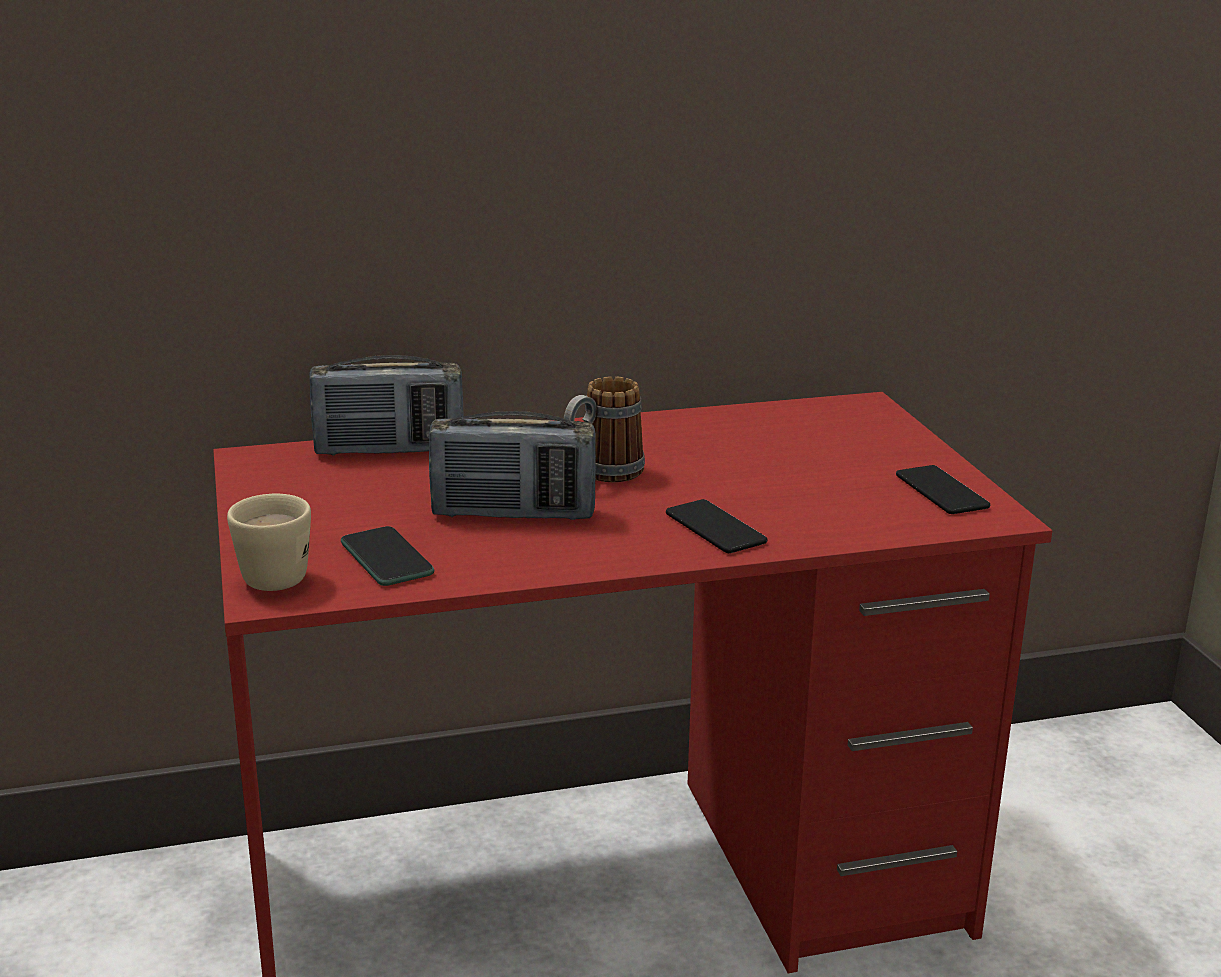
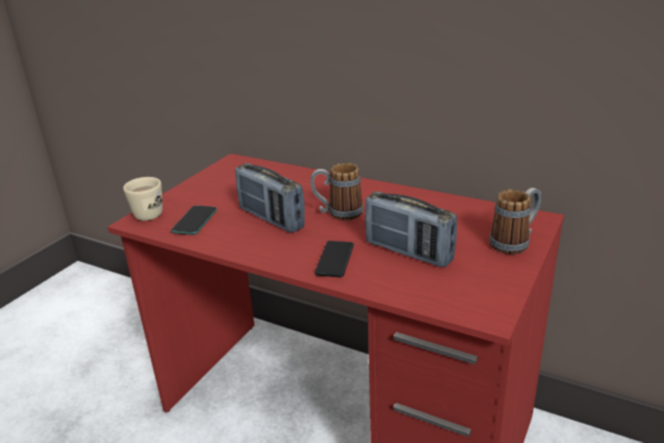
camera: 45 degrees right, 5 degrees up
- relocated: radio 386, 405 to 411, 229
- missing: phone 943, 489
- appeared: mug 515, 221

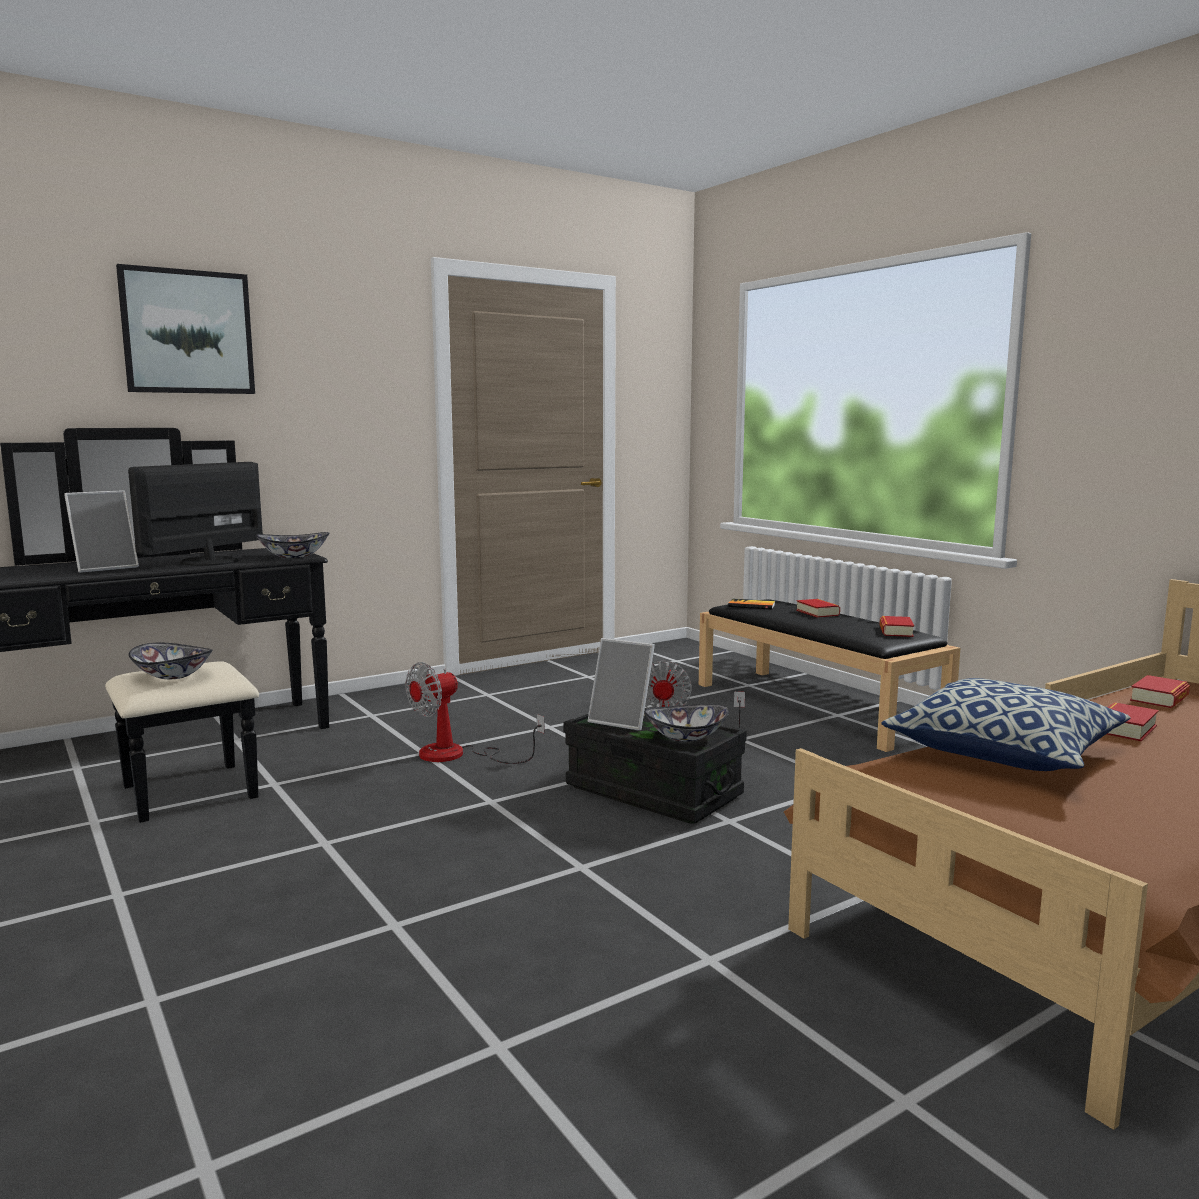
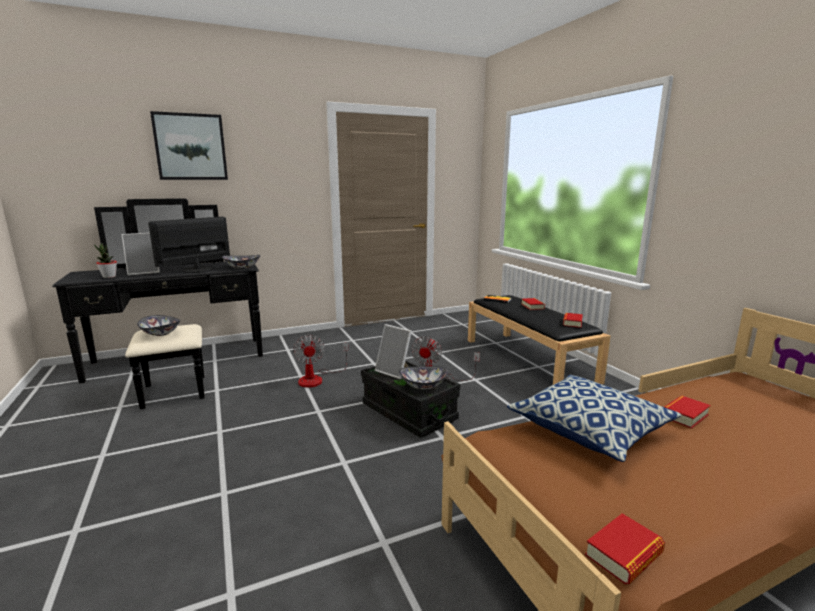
camera: 10 degrees right, 5 degrees up
- spun: fan 475, 713 = 320, 361 75 degrees counterclockwise
- relocated: book 1160, 691 to 625, 549
- appeared: potted plant 105, 260

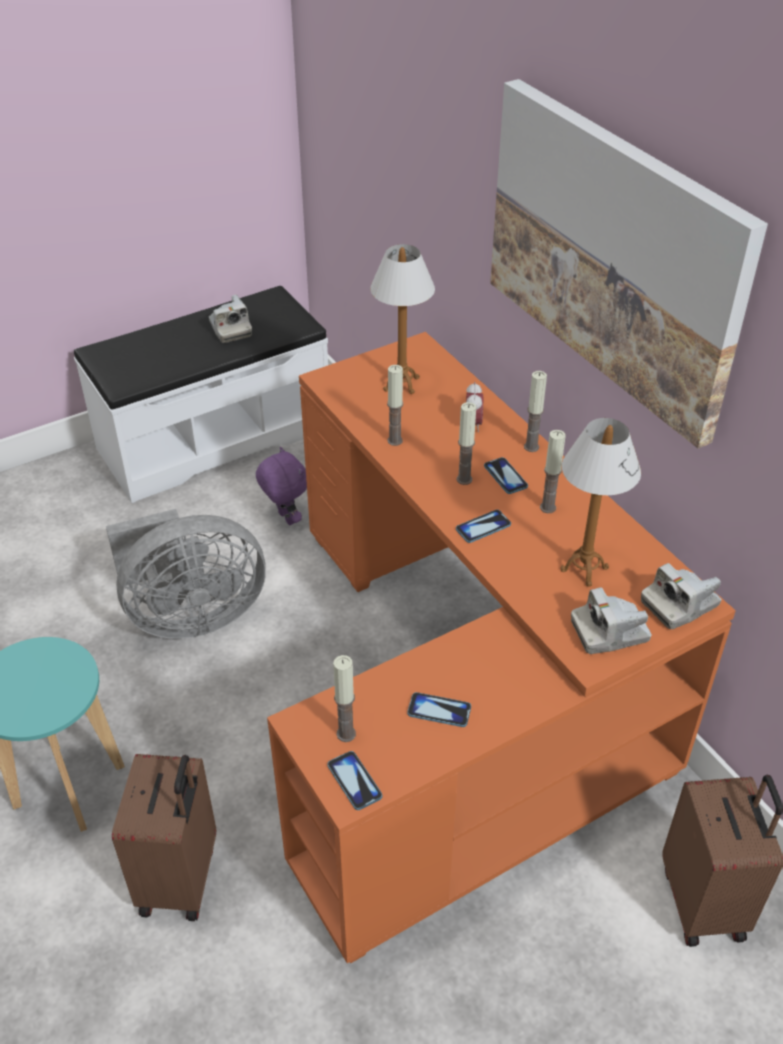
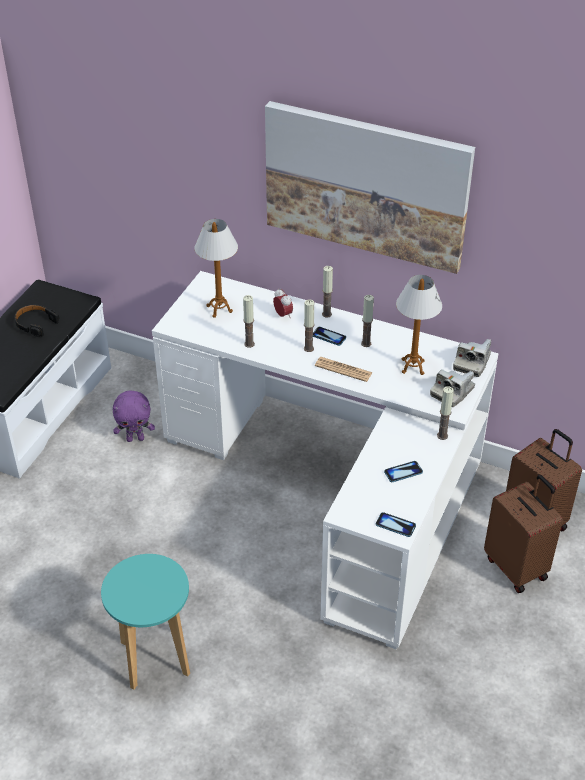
camera: 35 degrees left, 0 degrees up
- missing: fan (grey) 186, 574
- relocated: suitcase (brown) 164, 837 to 523, 534
- exchanged: photo camera 230, 319 to headphones (black) 37, 321
- spun: plush toy (purple) 281, 486 = 134, 416 150 degrees clockwise
- colour: desk (orange) 501, 647 to desk (white) 325, 460
- relocated: candle 344, 698 to 445, 413
- exchanged: phone 483, 526 to newspaper 344, 369

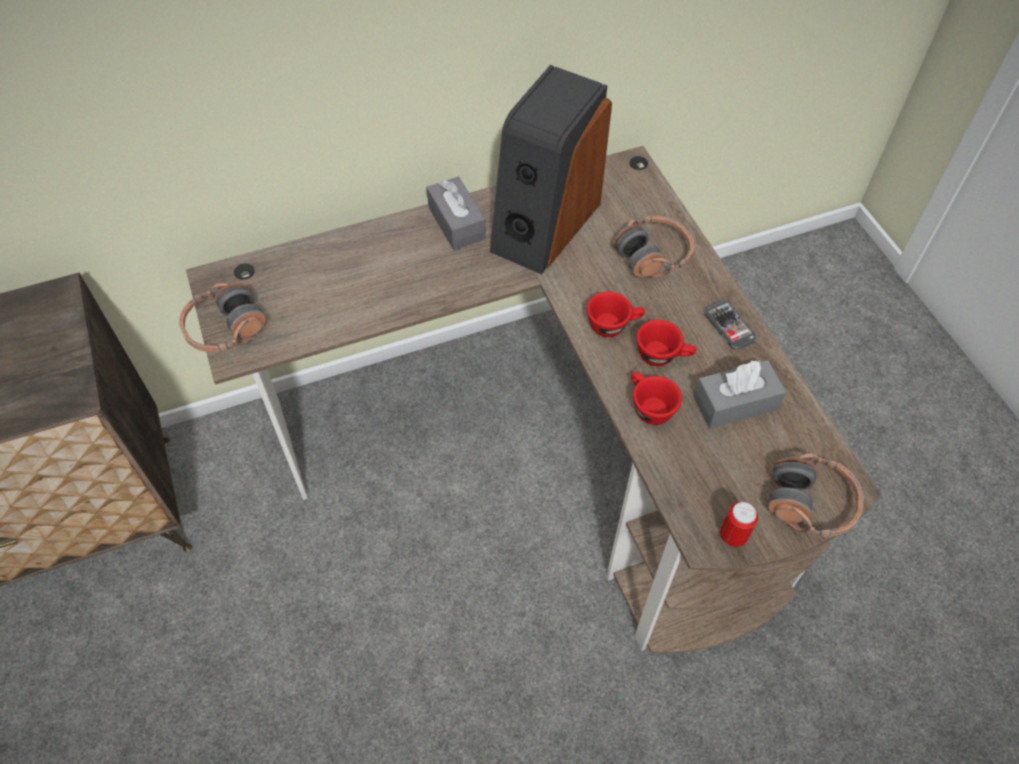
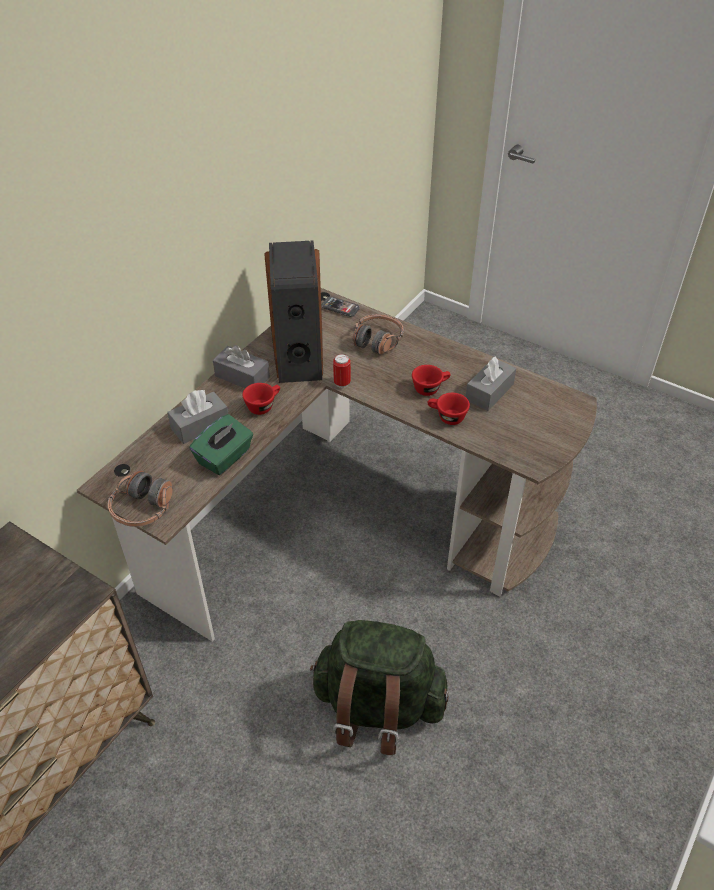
camera: 35 degrees left, 10 degrees down
- relocated: cup (red) 616, 314 to 261, 399
- relocated: phone 730, 325 to 340, 307
- relocated: can 739, 524 to 342, 371
- missing: headphones 816, 495
- appeared: tissue box (grey) 197, 417
- appeared: tissue box (green) 221, 444
- appeared: backpack (green) 379, 687

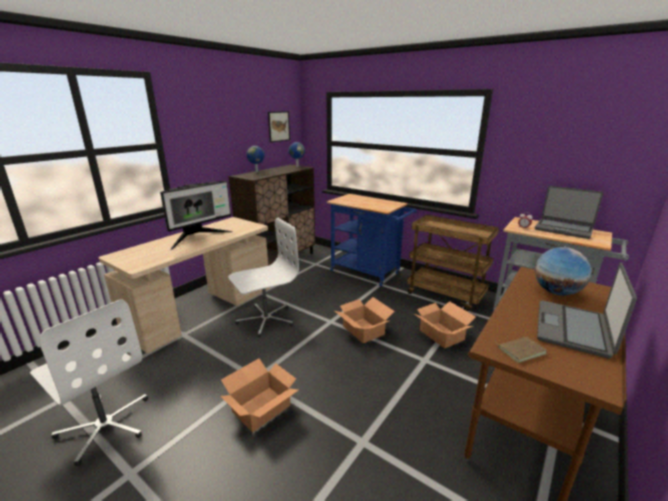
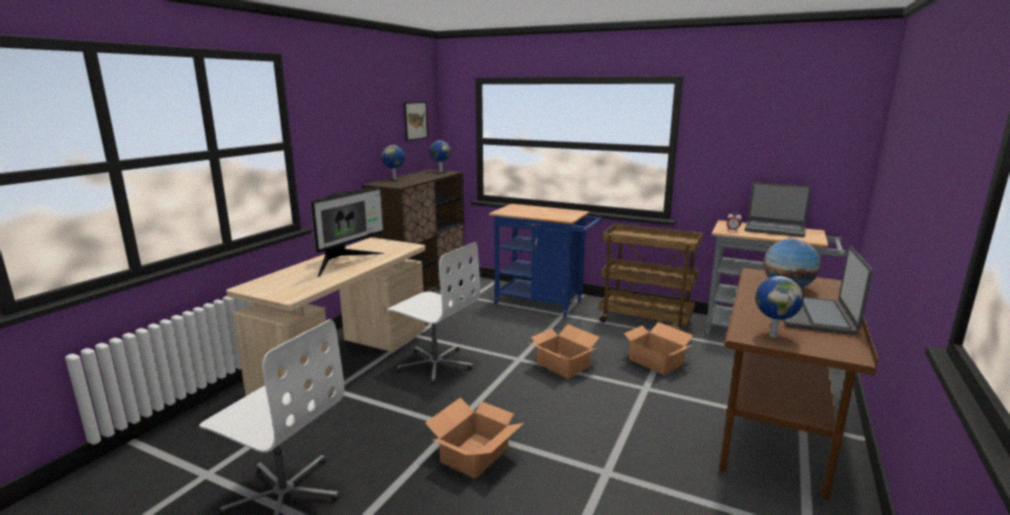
camera: 10 degrees left, 5 degrees down
- spun: office chair (white) 263, 277 = 434, 313 75 degrees clockwise
- exchanged: book (brown) 520, 350 to globe 779, 307

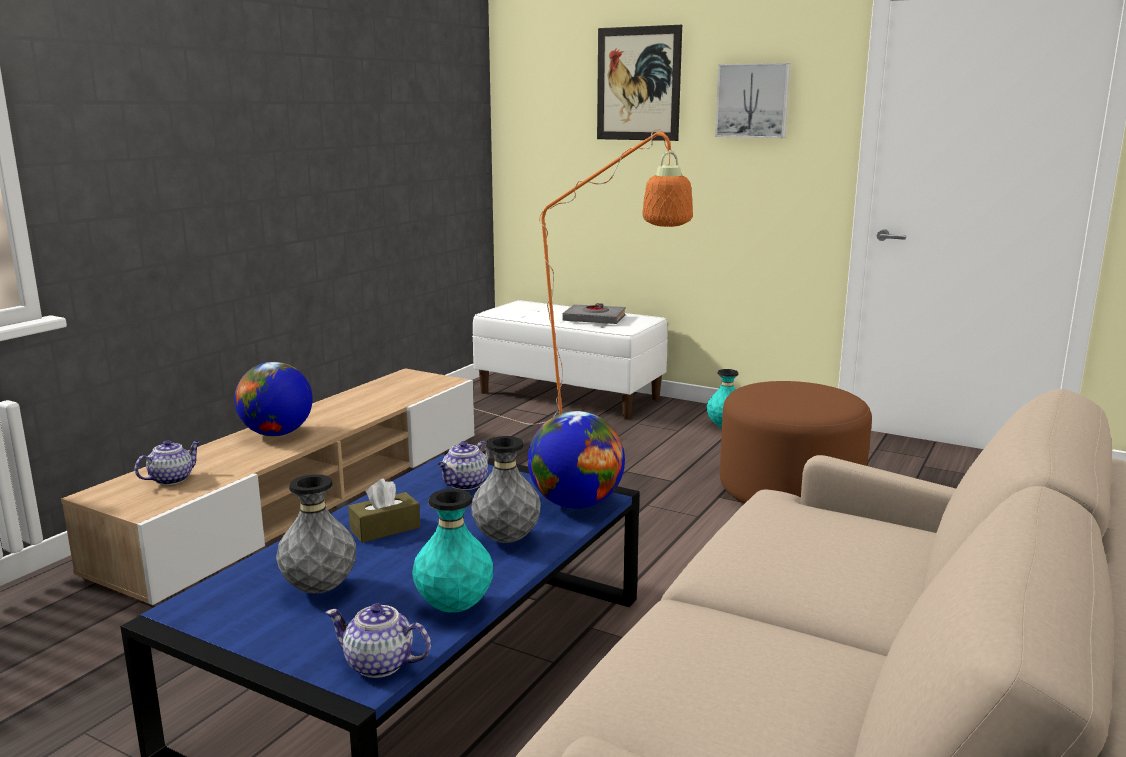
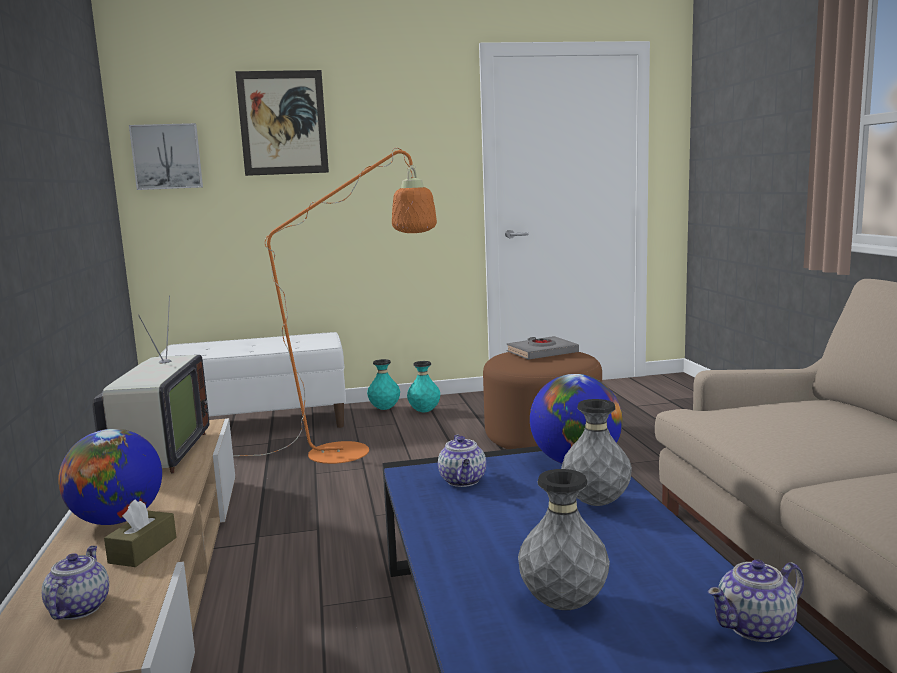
camera: 40 degrees left, 5 degrees down
- relocated: tissue box (brown) 384, 510 to 140, 533
- relocated: vase (turquoise) 452, 551 to 383, 384
- relocated: book (grey) 594, 313 to 543, 348
- relocated: picture 752, 100 to 166, 156
- appeared: television 150, 384

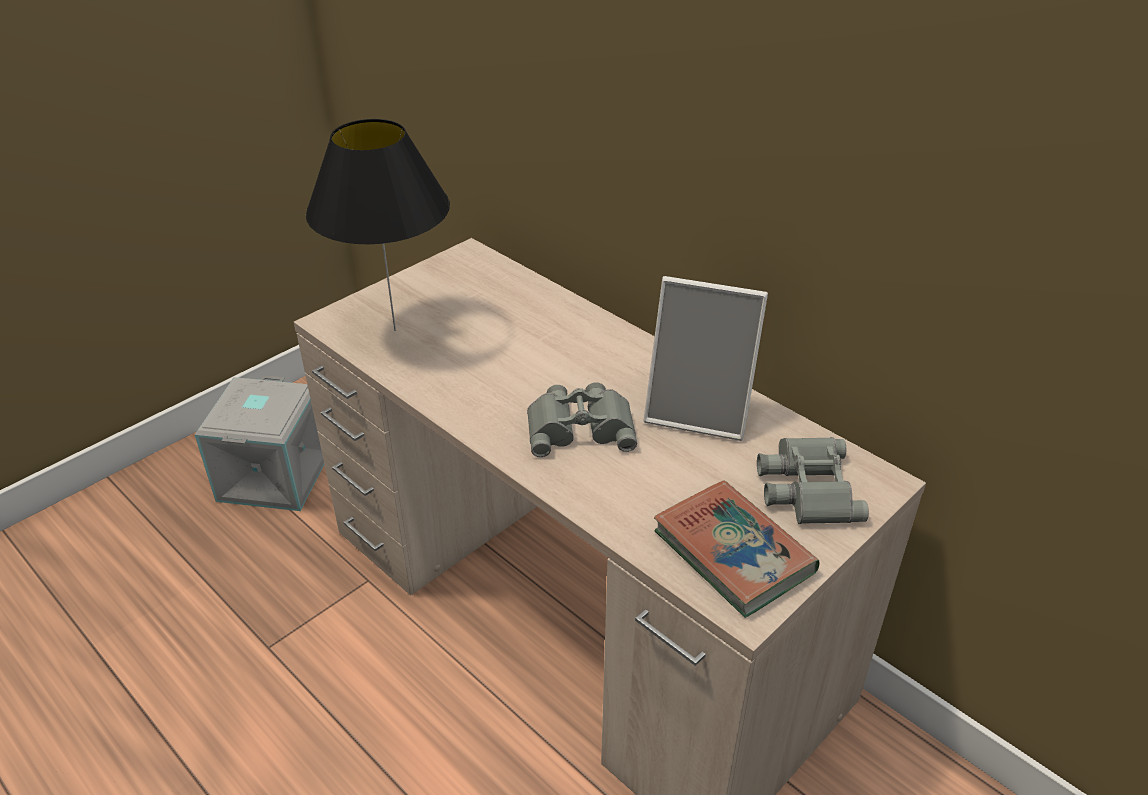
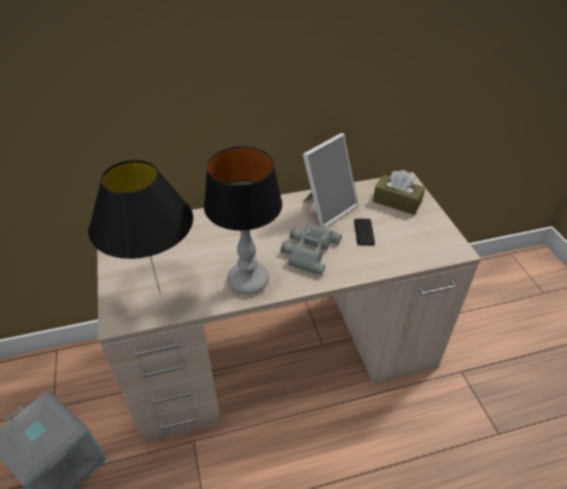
camera: 60 degrees left, 5 degrees up
- missing: book 736, 549
- exchanged: binoculars (grey) 813, 480 to tissue box (brown) 399, 192
- appeared: table lamp 243, 220
- appeared: phone 364, 232

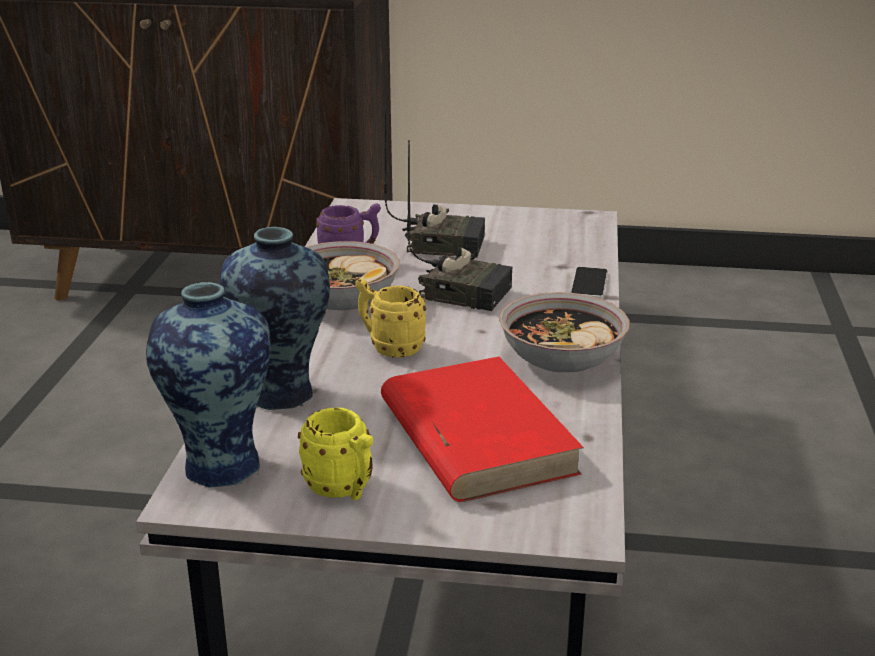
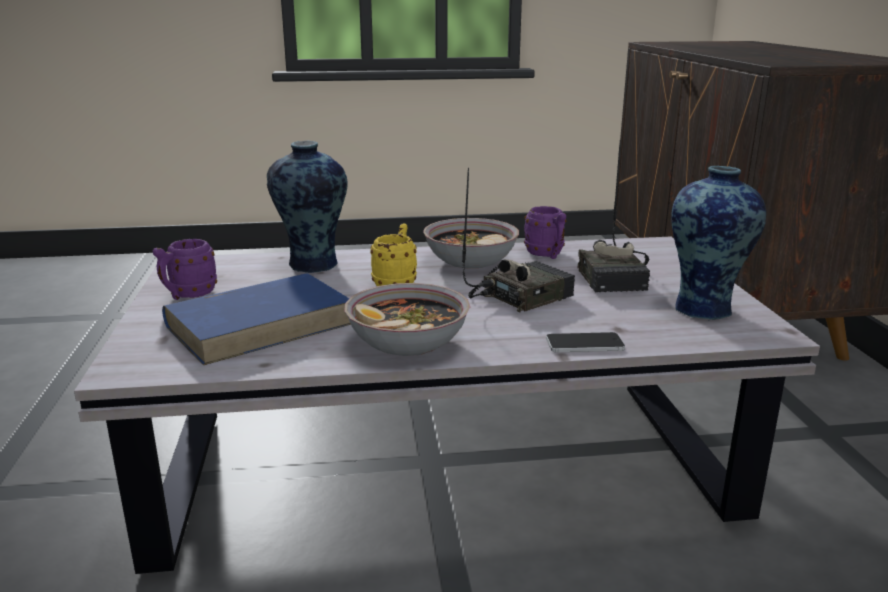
camera: 75 degrees right, 5 degrees down
- relocated: vase 208, 385 to 718, 243
- colour: mug (yellow) 335, 454 to mug (purple) 185, 269
- colour: book (red) 482, 429 to book (blue) 256, 319
- spun: radio 459, 225 = 518, 240 135 degrees counterclockwise

